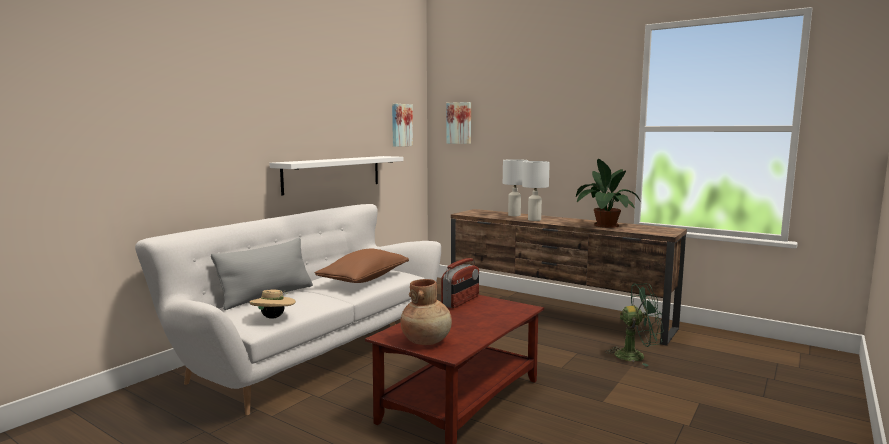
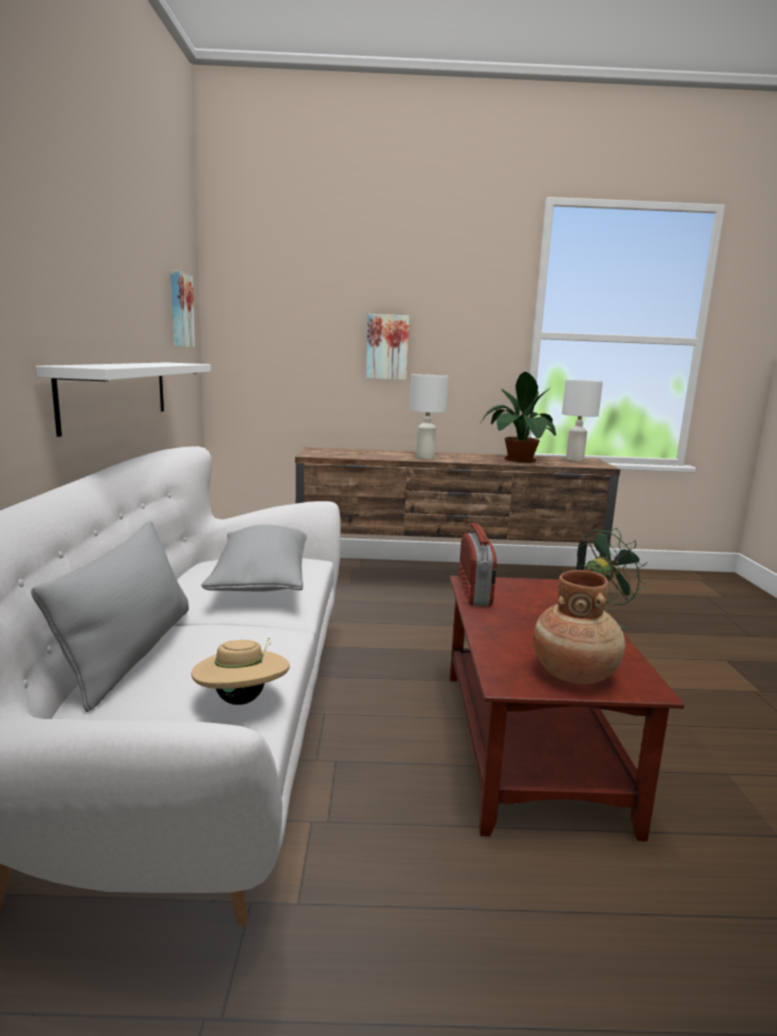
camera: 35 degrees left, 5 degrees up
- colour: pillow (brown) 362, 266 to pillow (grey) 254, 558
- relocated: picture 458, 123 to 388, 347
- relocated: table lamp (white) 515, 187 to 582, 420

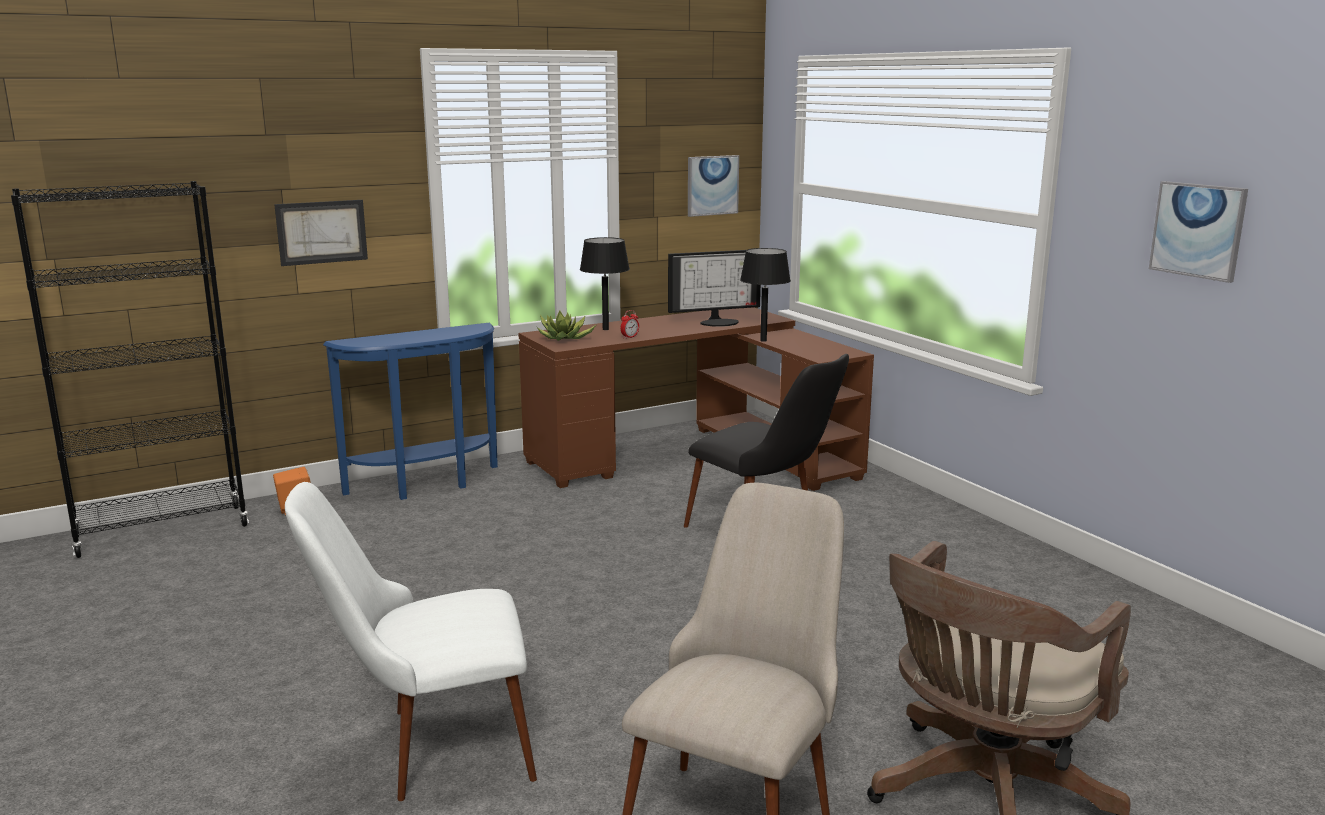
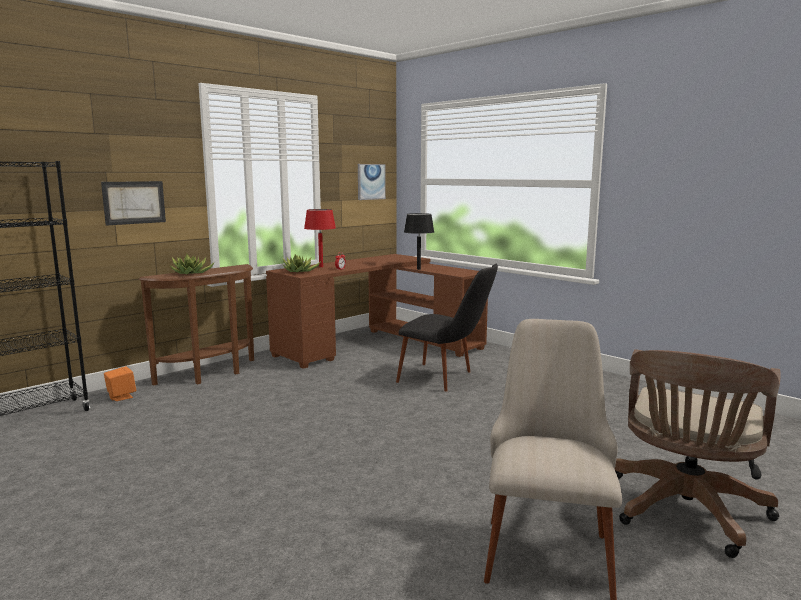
camera: 15 degrees left, 5 degrees down
- missing: chair (white) 411, 641
- colour: console table (blue) 410, 411 to console table (brown) 196, 325
- colour: table lamp (black) 605, 283 to table lamp (red) 320, 238
- missing: monitor 714, 288
- missing: picture 1198, 232
- appeared: potted plant 193, 264

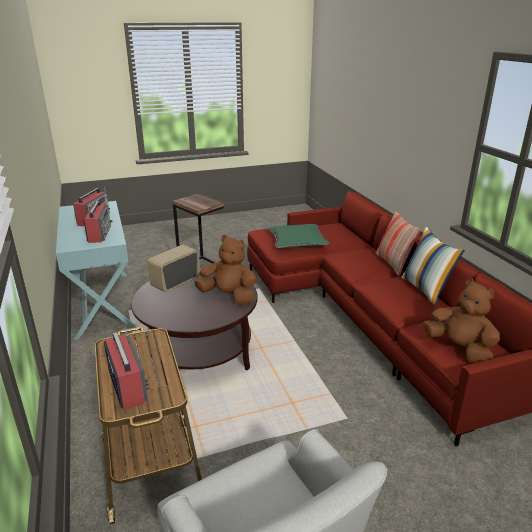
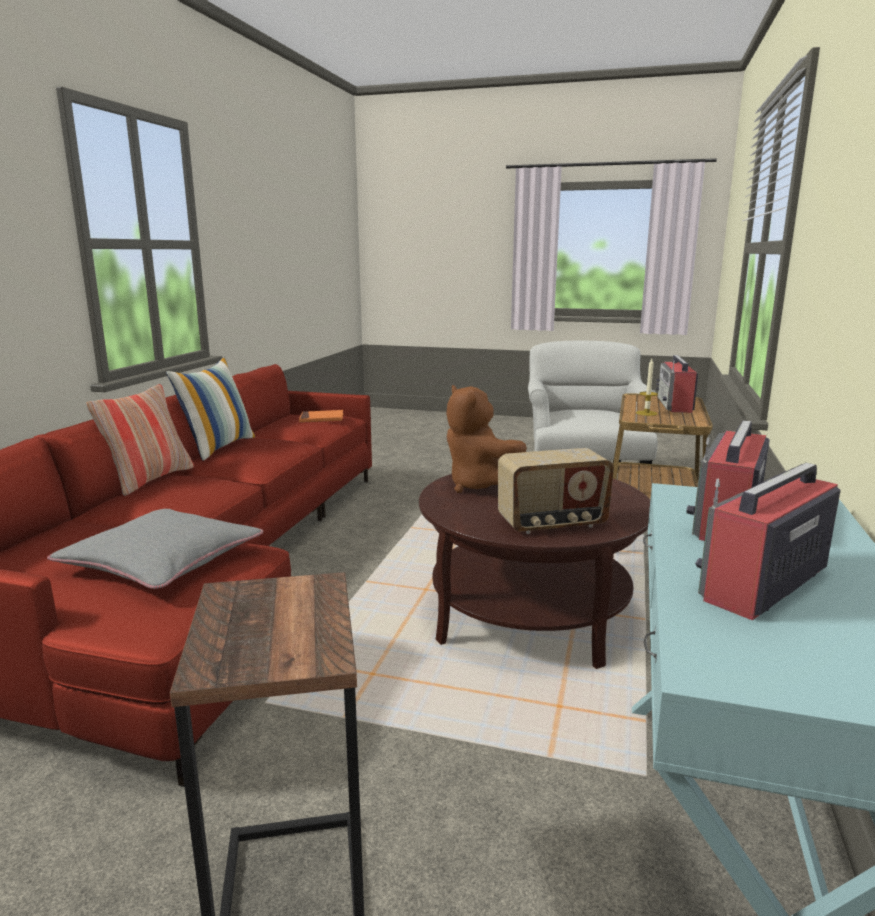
camera: 145 degrees left, 10 degrees down
- colour: pillow (green) 298, 236 to pillow (grey) 155, 549
- exchanged: plush toy (brown) 461, 320 to book (orange) 321, 416
- appeared: candle 647, 387

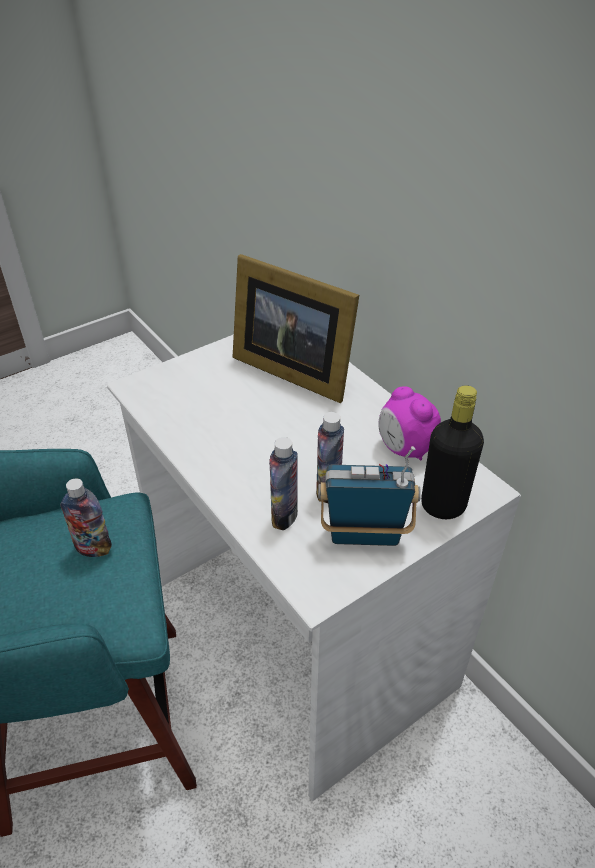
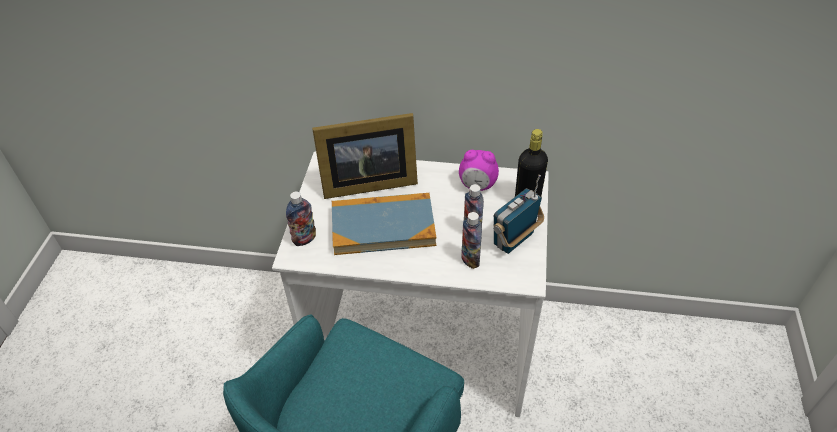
camera: 45 degrees left, 5 degrees up
- relocated: bottle 86, 517 to 301, 218
- appeared: book 384, 224

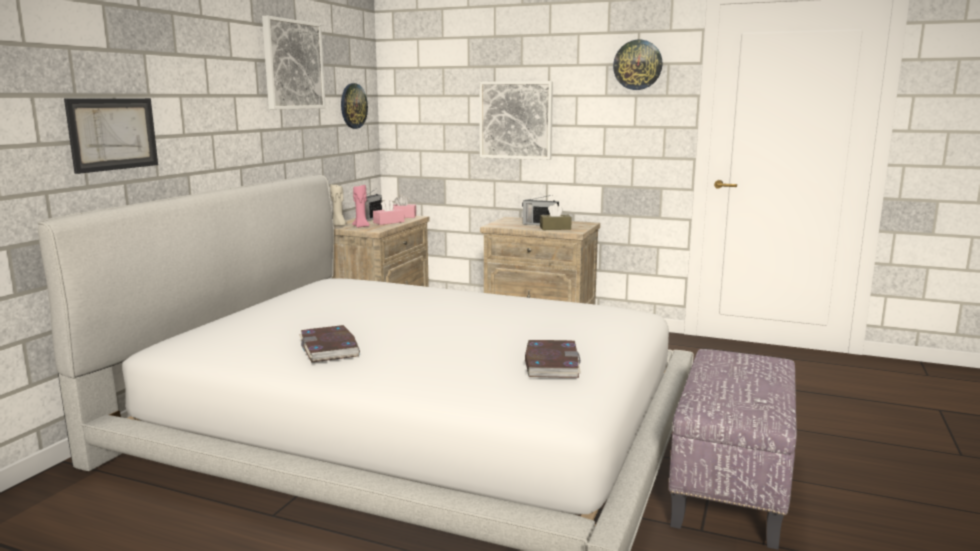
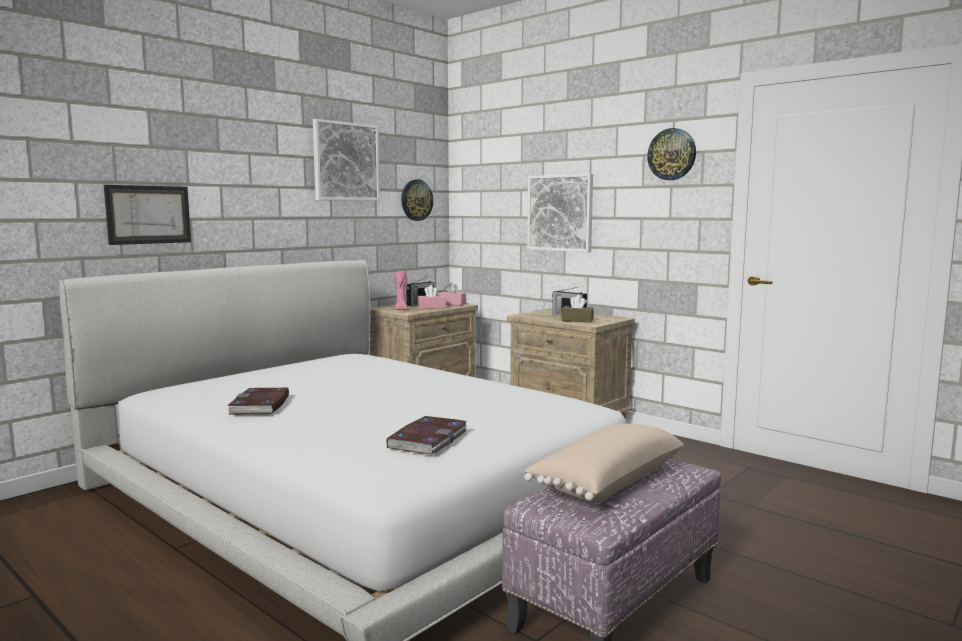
camera: 20 degrees right, 5 degrees down
- missing: candle (beige) 338, 205
- appeared: pillow (beige) 604, 463

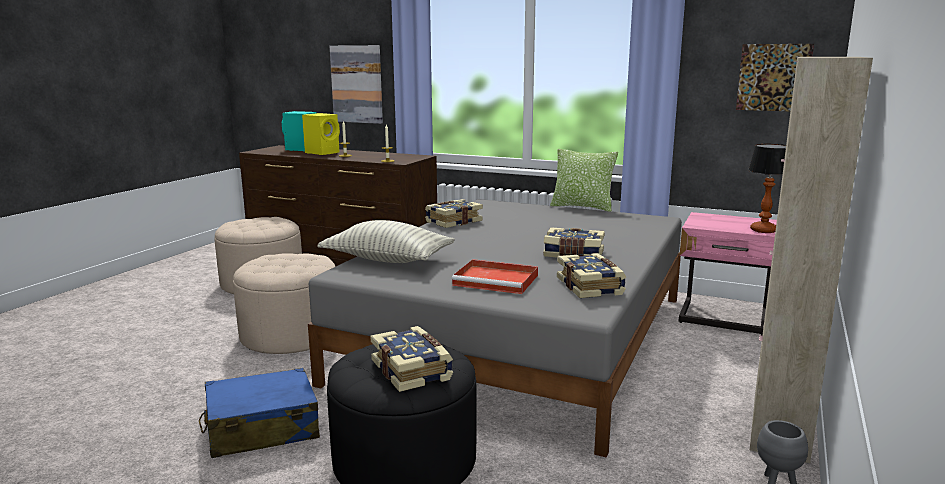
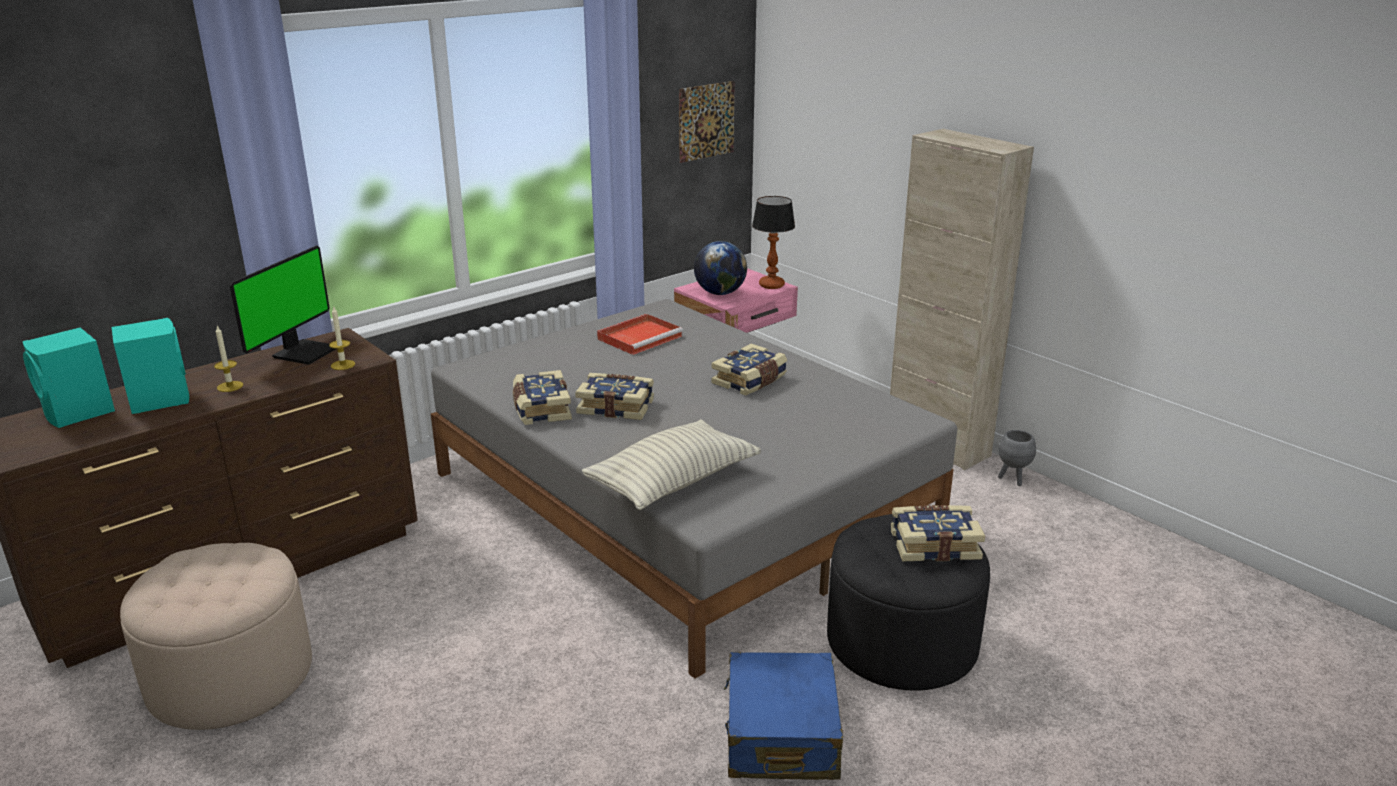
camera: 65 degrees left, 10 degrees up
- missing: ottoman (beige) 284, 303
- colour: speaker (yellow) 321, 134 to speaker (turquoise) 150, 366
- missing: picture 356, 84
- relocated: tray (red) 494, 276 to 640, 334
- missing: pillow 584, 180
- relocated: book 592, 275 to 614, 396
- appeared: monitor 283, 305
- appeared: globe 720, 268

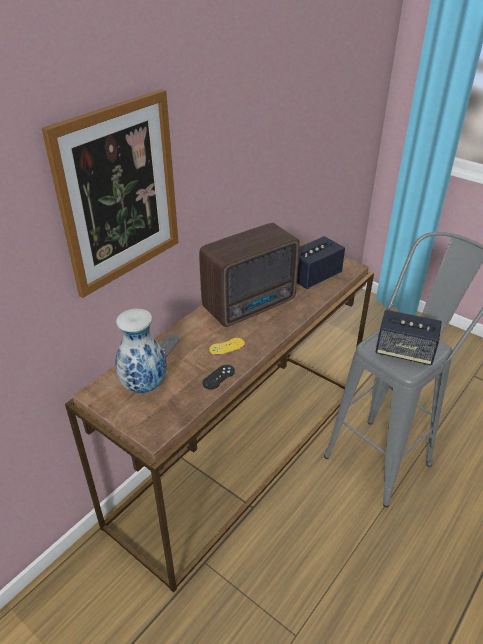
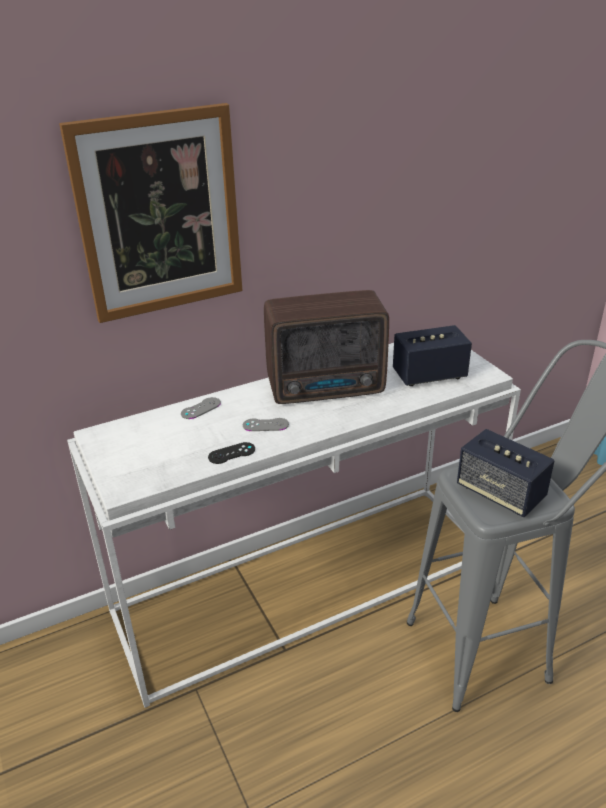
camera: 25 degrees right, 5 degrees down
- colour: console table (brown) 219, 416 to console table (white) 294, 525
- missing: vase 141, 351
- colour: game controller (yellow) 227, 346 to game controller (grey) 266, 424

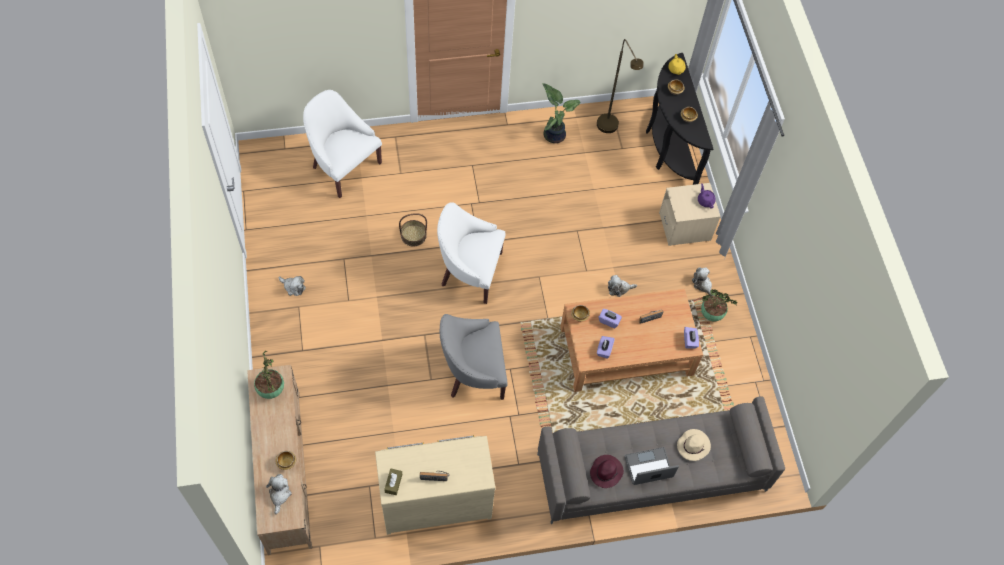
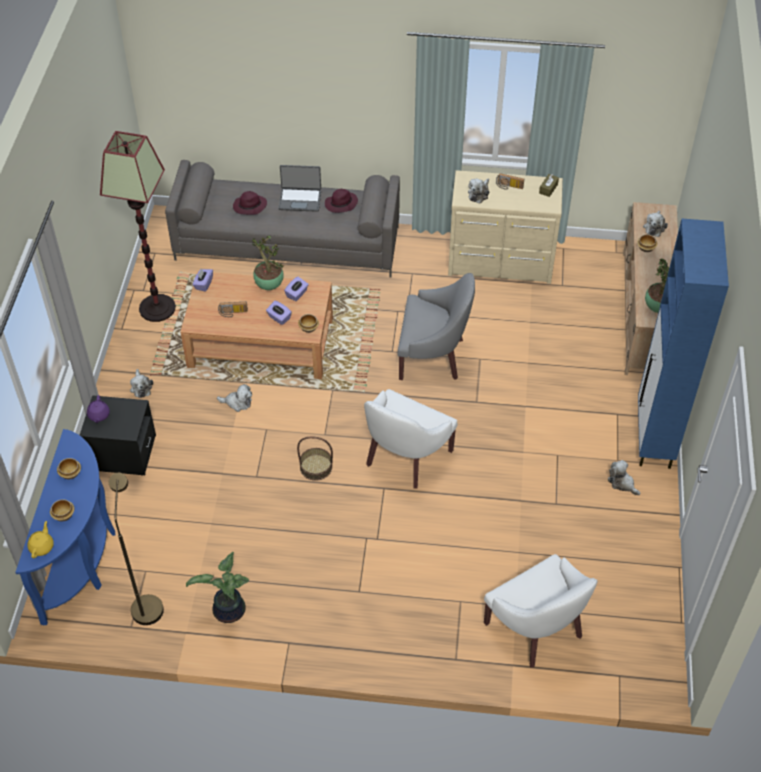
camera: 160 degrees left, 10 degrees down
- relocated: basket 413, 230 to 315, 459
- spun: armchair (white) 471, 253 = 411, 438 90 degrees clockwise
- colour: console table (black) 679, 119 to console table (blue) 65, 527
- colour: nightstand (beige) 690, 214 to nightstand (black) 118, 435
- colour: hat (beige) 694, 445 to hat (purple) 250, 203
- relocated: potted plant 719, 305 to 268, 263
- appeared: floor lamp 138, 226
- appeared: plush toy 478, 191
- appeared: cabinet (blue) 683, 344

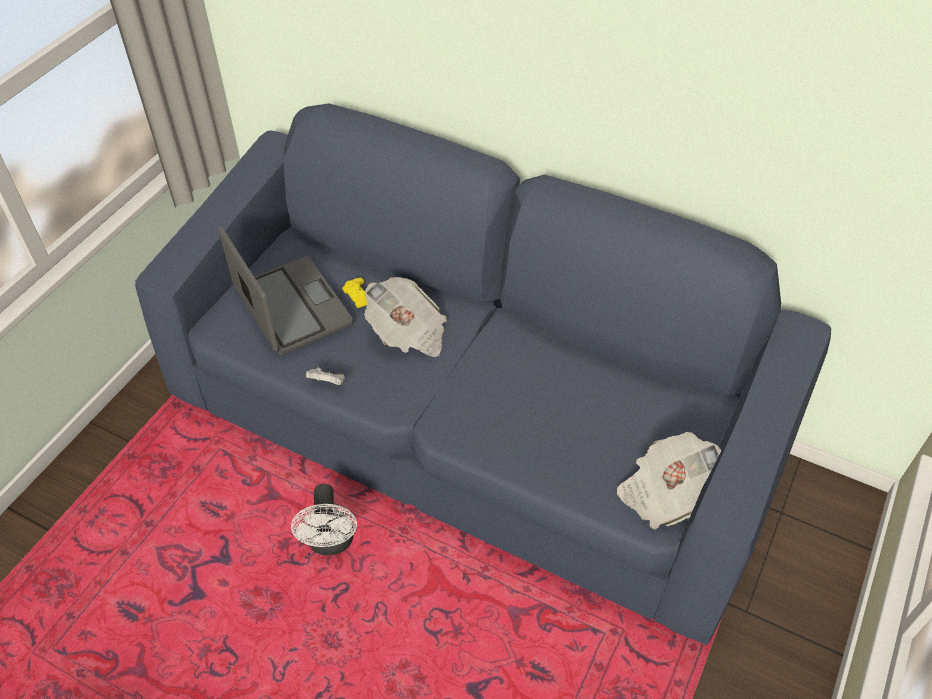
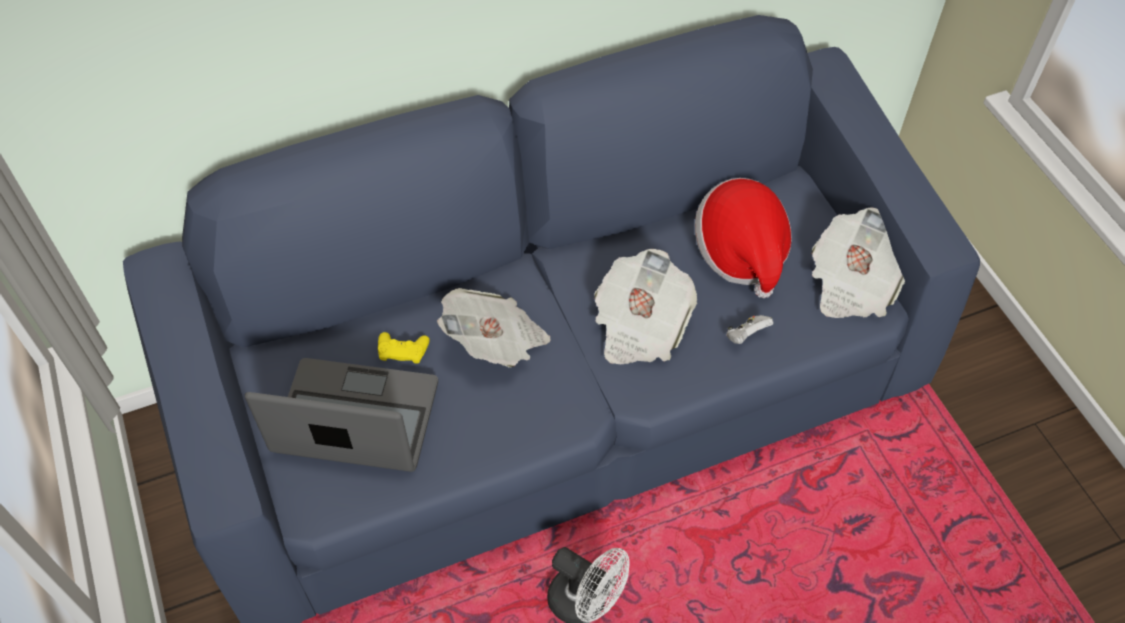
camera: 50 degrees left, 5 degrees up
- relocated: game controller (white) 325, 375 to 749, 329
- appeared: newspaper 645, 306
- appeared: hat 743, 238

